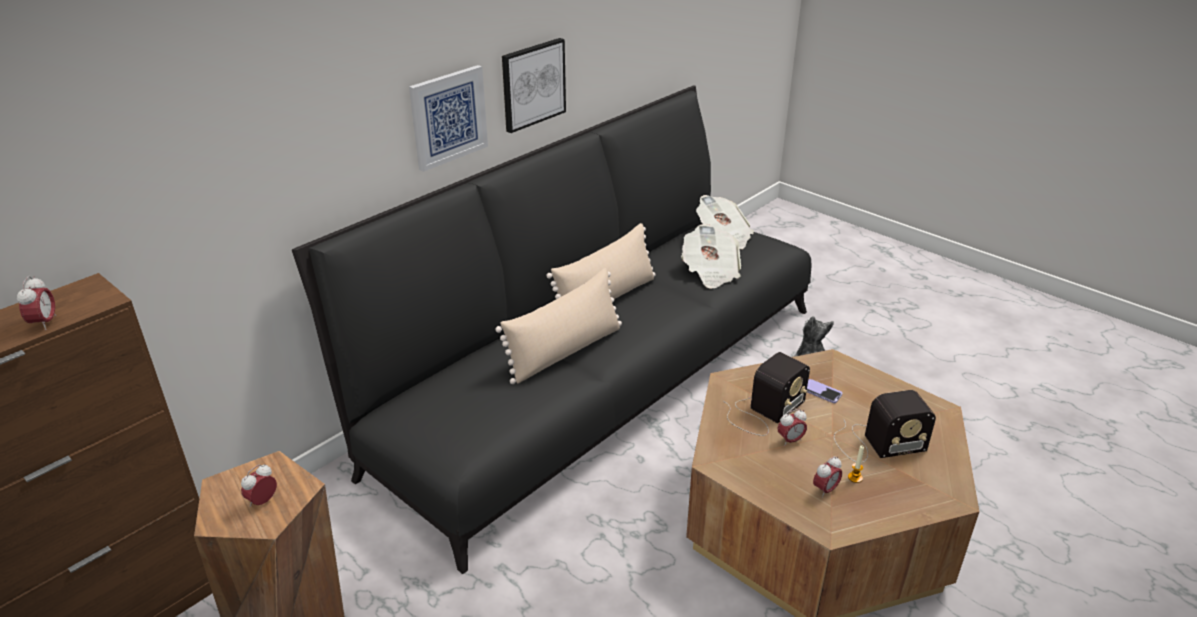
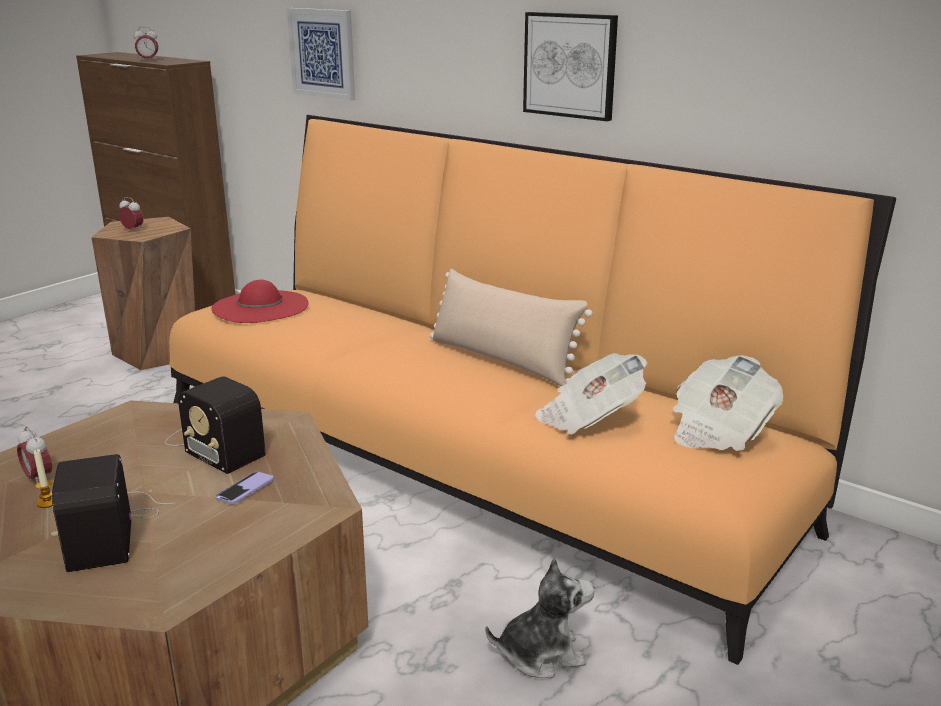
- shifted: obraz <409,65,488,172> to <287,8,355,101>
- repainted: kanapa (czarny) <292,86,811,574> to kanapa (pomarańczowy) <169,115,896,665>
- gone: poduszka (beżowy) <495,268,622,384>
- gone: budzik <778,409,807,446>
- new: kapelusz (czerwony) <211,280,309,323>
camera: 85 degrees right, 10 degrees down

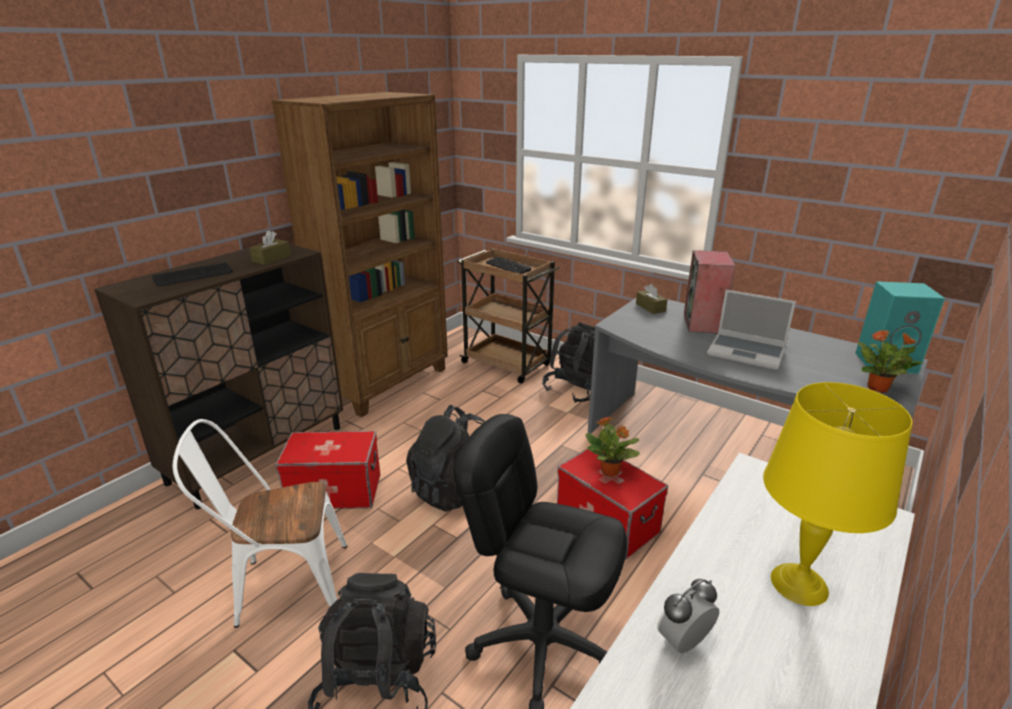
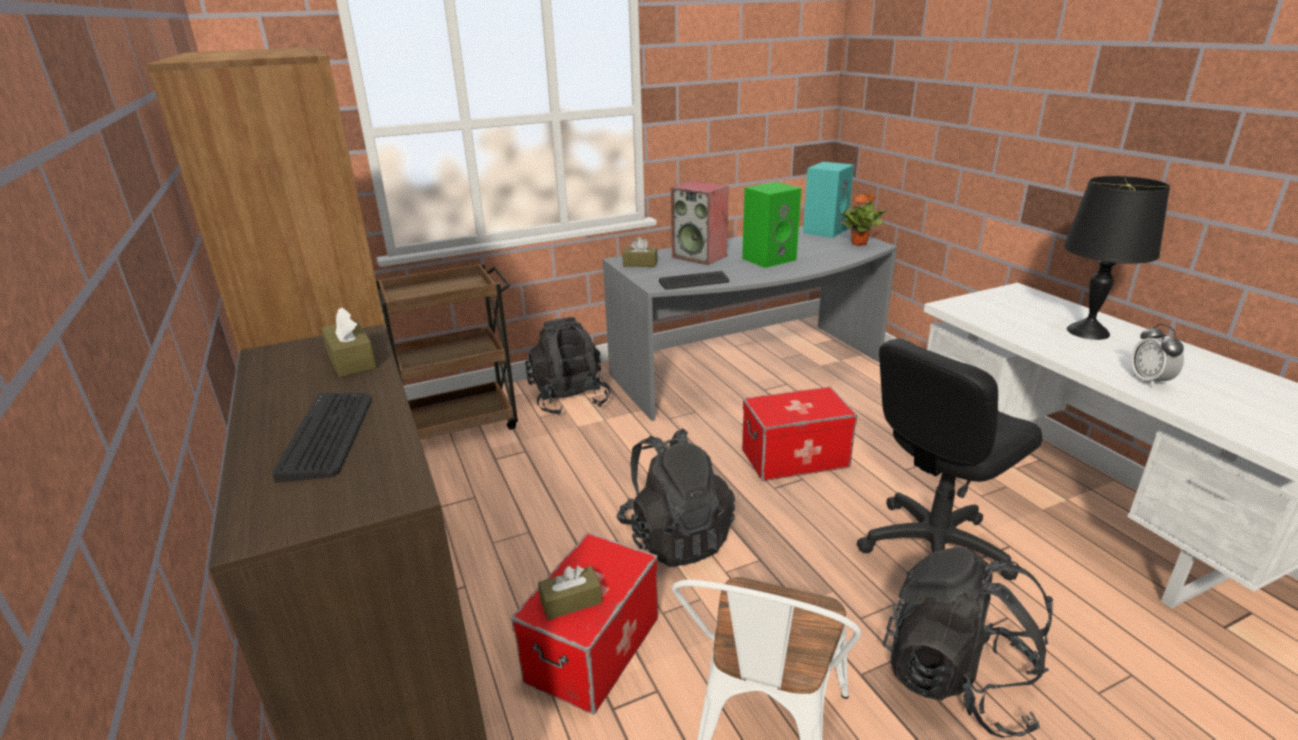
- shifted: klawiatura <486,257,531,274> to <659,271,729,290>
- swapped: laptop <707,290,796,370> to głośnik (zielony) <742,182,802,268>
- repainted: lampa stołowa (żółty) <763,382,912,606> to lampa stołowa (czarny) <1064,176,1170,340>
- gone: roślina doniczkowa <585,417,640,477>
- new: pudełko chusteczek (brązowy) <538,566,602,620>
camera: 60 degrees left, 0 degrees up

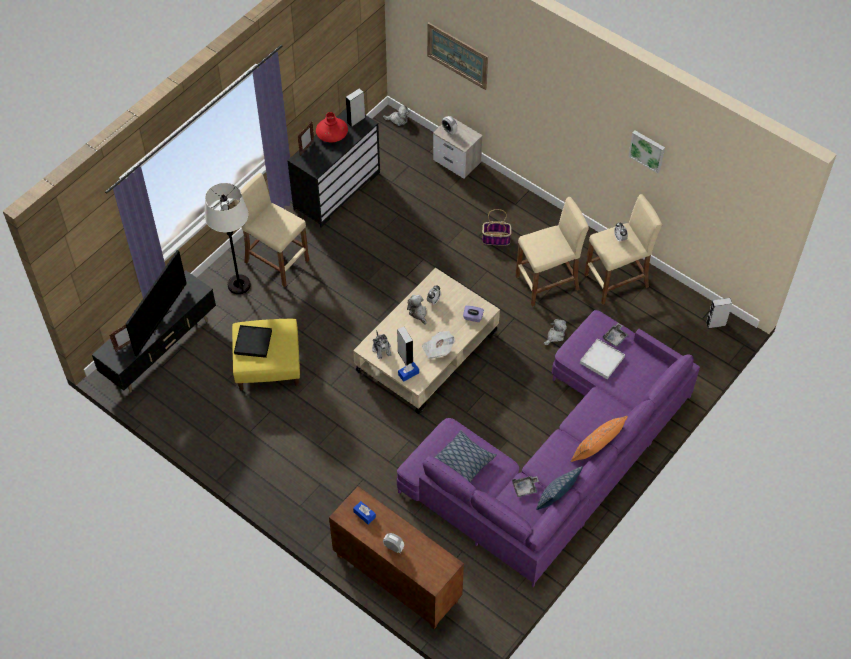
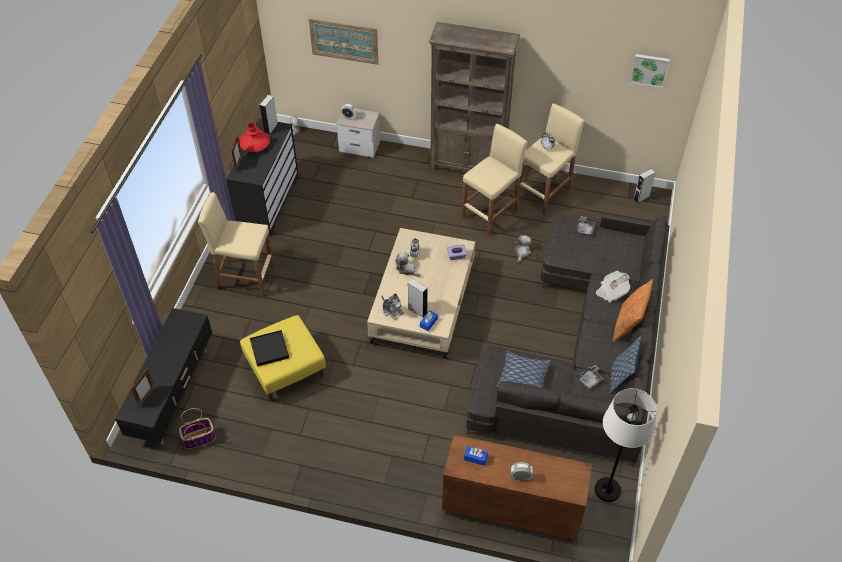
- shifted: obraz <628,131,665,173> to <630,54,670,88>
- shifted: lampa stojąca (biały) <205,183,251,294> to <595,388,657,502>
- shifted: koszyk <482,209,512,246> to <179,408,216,449>
- gone: telewizor <126,250,187,356>
- repainted: kanapa (fioletowy) <397,310,700,587> to kanapa (szary) <466,213,670,467>
- shifted: gazeta <422,331,455,359> to <596,271,630,302>
- gone: taca (biały) <580,339,625,379>
- new: regał (brązowy) <429,22,520,172>
camera: 25 degrees left, 5 degrees down

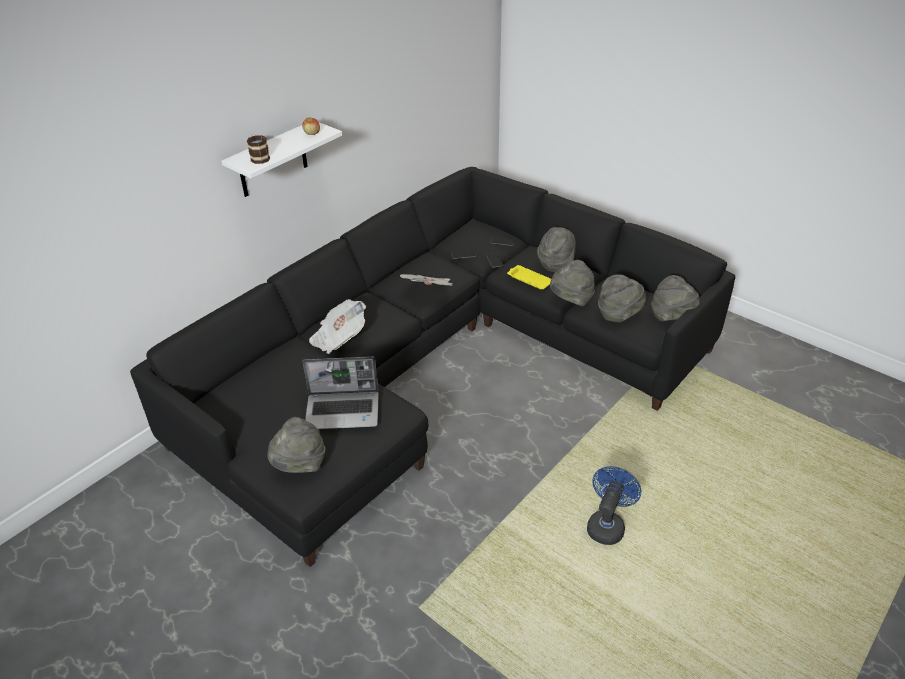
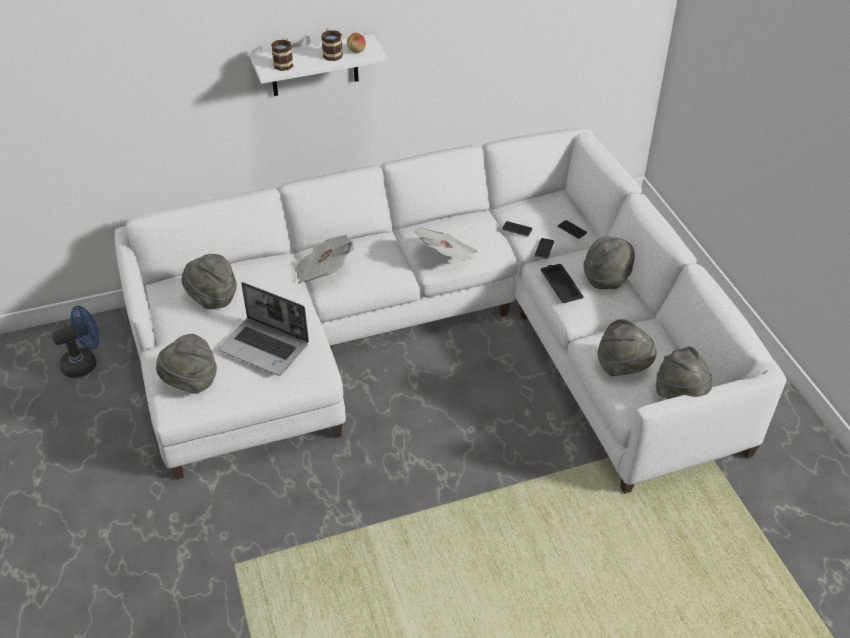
- repainted: kanapa (czarny) <130,167,735,567> to kanapa (biały) <115,128,786,494>
- shifted: kapelusz (szary) <550,260,595,306> to <182,254,237,309>
- repainted: taca (żółty) <507,265,551,289> to taca (czarny) <541,264,584,303>
- shifted: wentylator (niebieski) <587,466,641,545> to <51,306,99,378>
- new: kubek <321,29,343,61>
camera: 30 degrees right, 5 degrees up

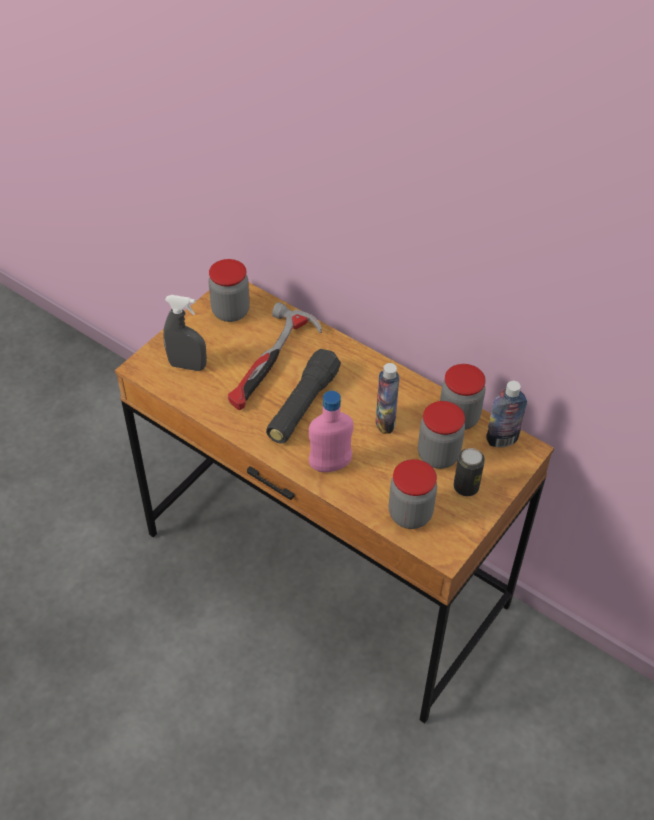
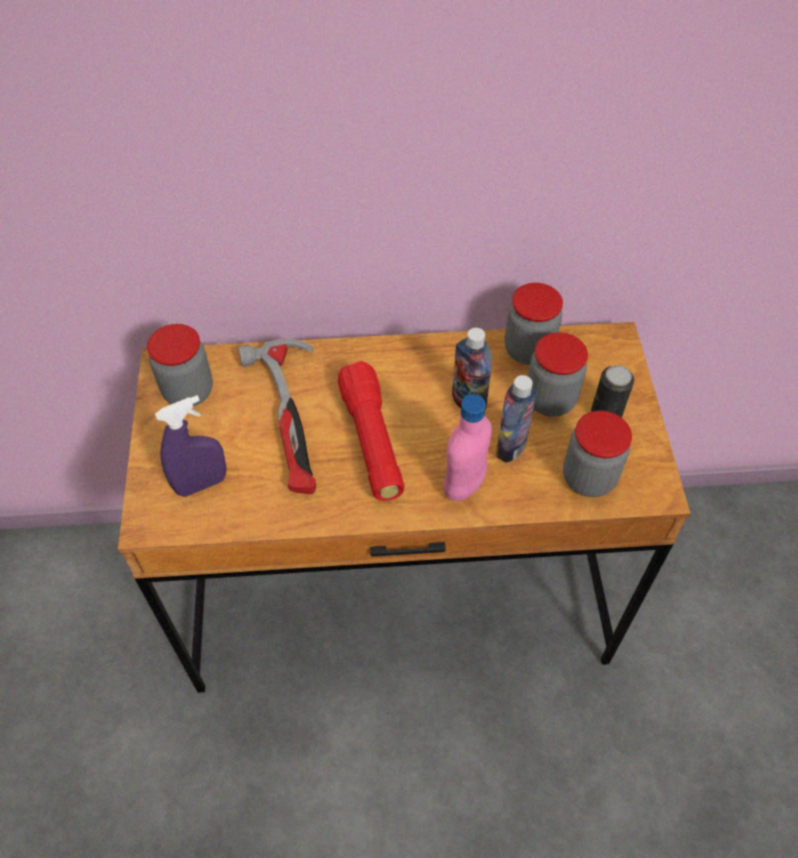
- repainted: spryskiwacz (szary) <163,295,207,371> to spryskiwacz (fioletowy) <155,395,227,497>
- repainted: latarka (czarny) <266,349,341,443> to latarka (czerwony) <337,361,405,501>
- shifted: butelka <486,381,527,447> to <496,375,537,463>
camera: 40 degrees left, 5 degrees up

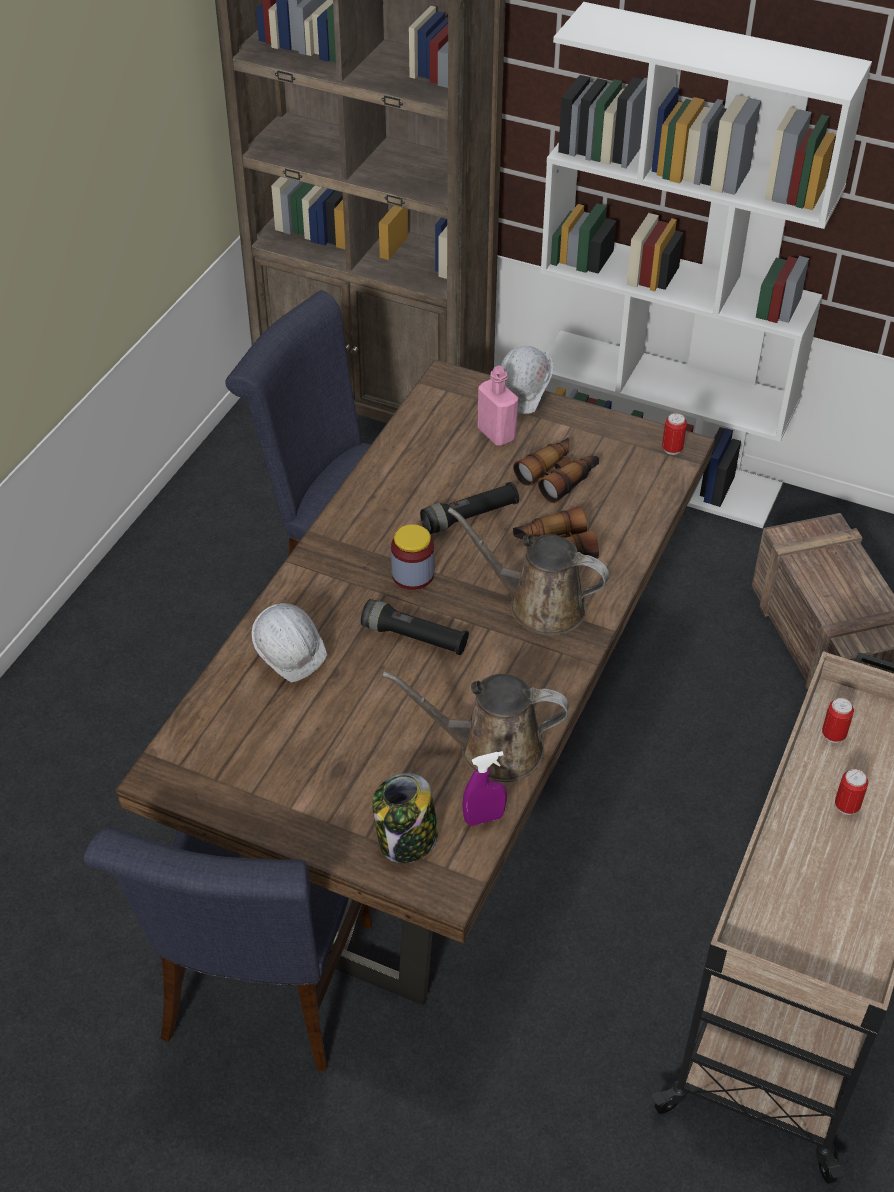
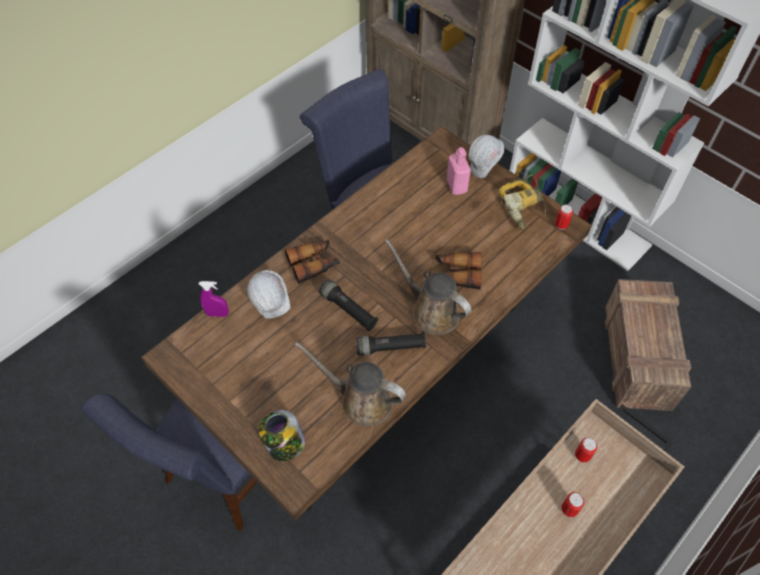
- shifted: lornetka <513,438,599,503> to <285,240,340,284>
- shifted: latarka (czarny) <420,482,519,534> to <356,331,426,355>
- gone: słoik <391,524,434,590>
- shifted: spryskiwacz (fioletowy) <462,751,507,826> to <199,281,229,317>
- new: wiertarka <499,174,546,230>
camera: 20 degrees right, 10 degrees up

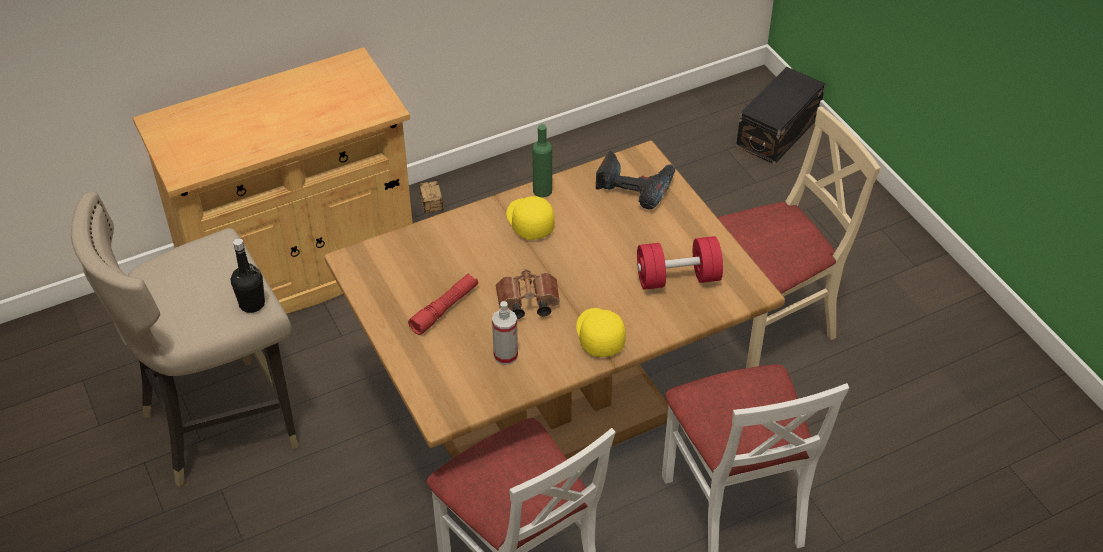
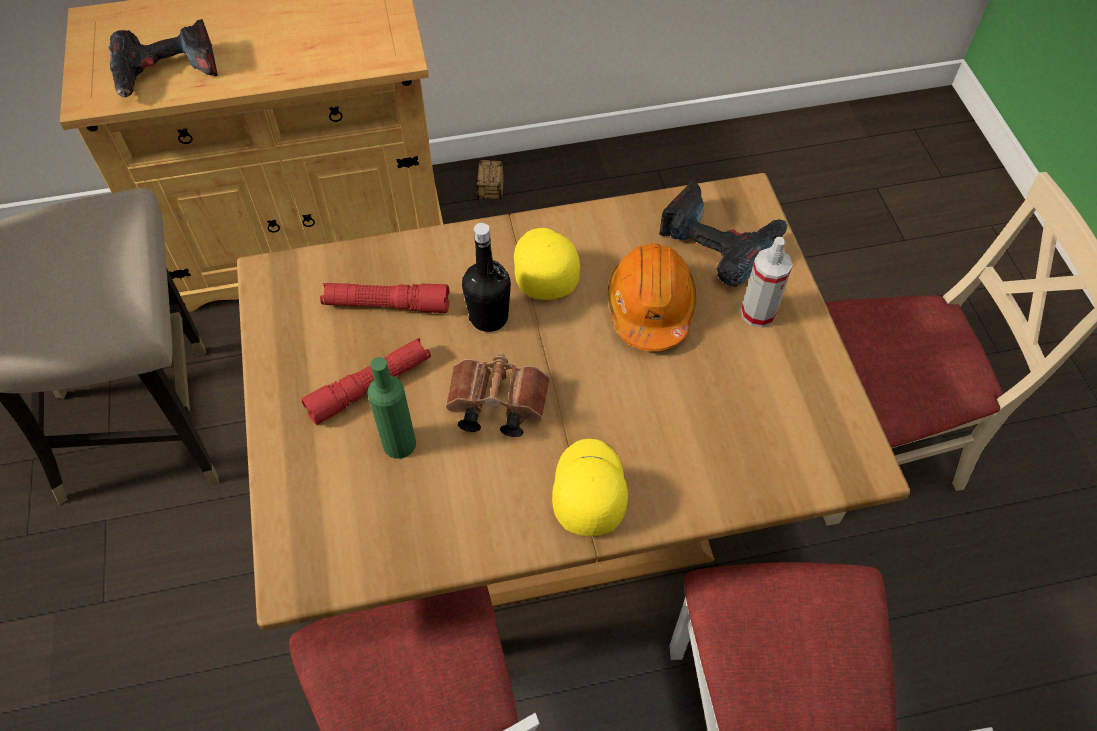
- gone: pojemnik do przechowywania (czarny) <736,67,825,165>
- shifted: butelka (zielony) <532,124,552,197> to <367,357,416,459>
- gone: hantel (czerwony) <637,236,723,290>
- shifted: butelka (czarny) <231,238,265,313> to <462,223,511,332>
- shifted: spryskiwacz <492,301,518,365> to <741,237,793,328>
- new: wiertarka <109,19,218,97>
- new: kask (pomarańczowy) <608,243,697,351>
- new: latarka (czerwony) <320,283,449,313>
camera: 15 degrees right, 10 degrees up

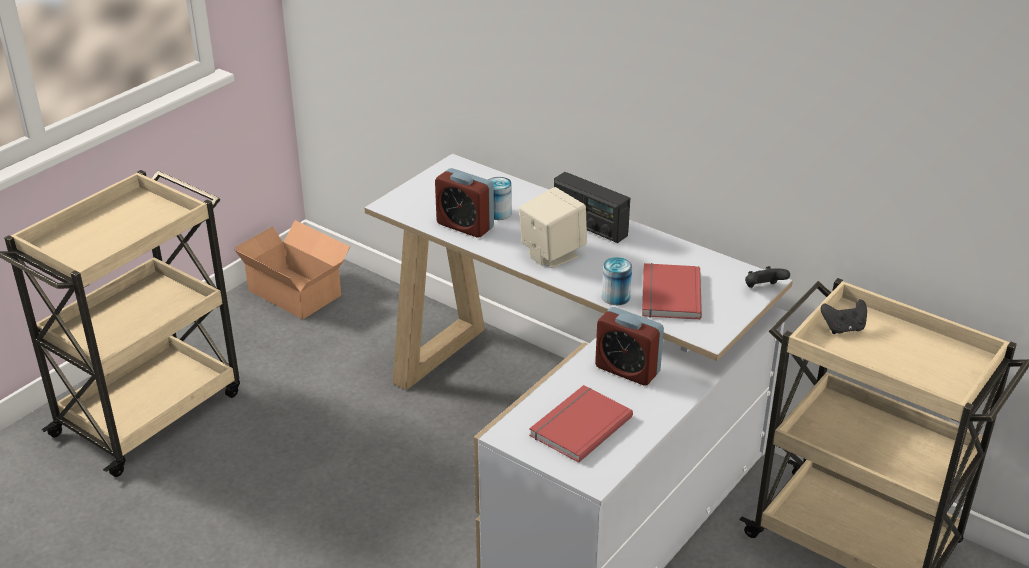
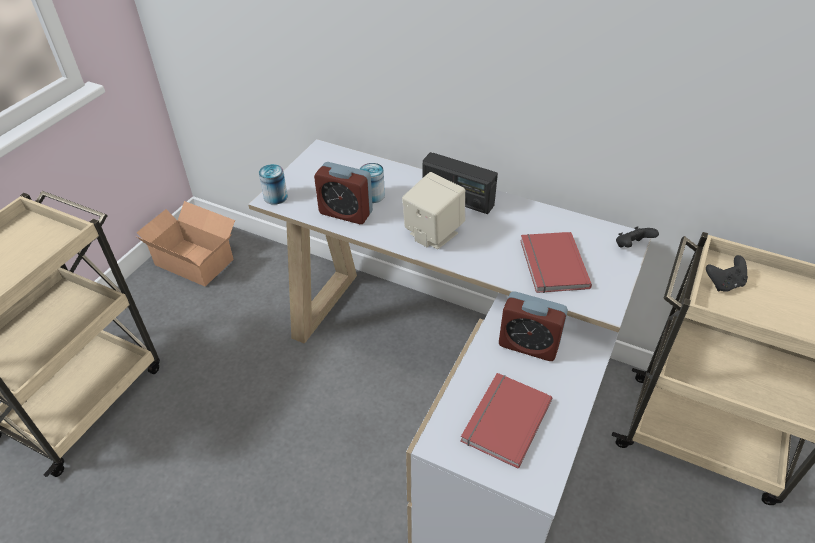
- shifted: puszka <602,257,632,305> to <259,164,288,205>
camera: 10 degrees left, 10 degrees up

